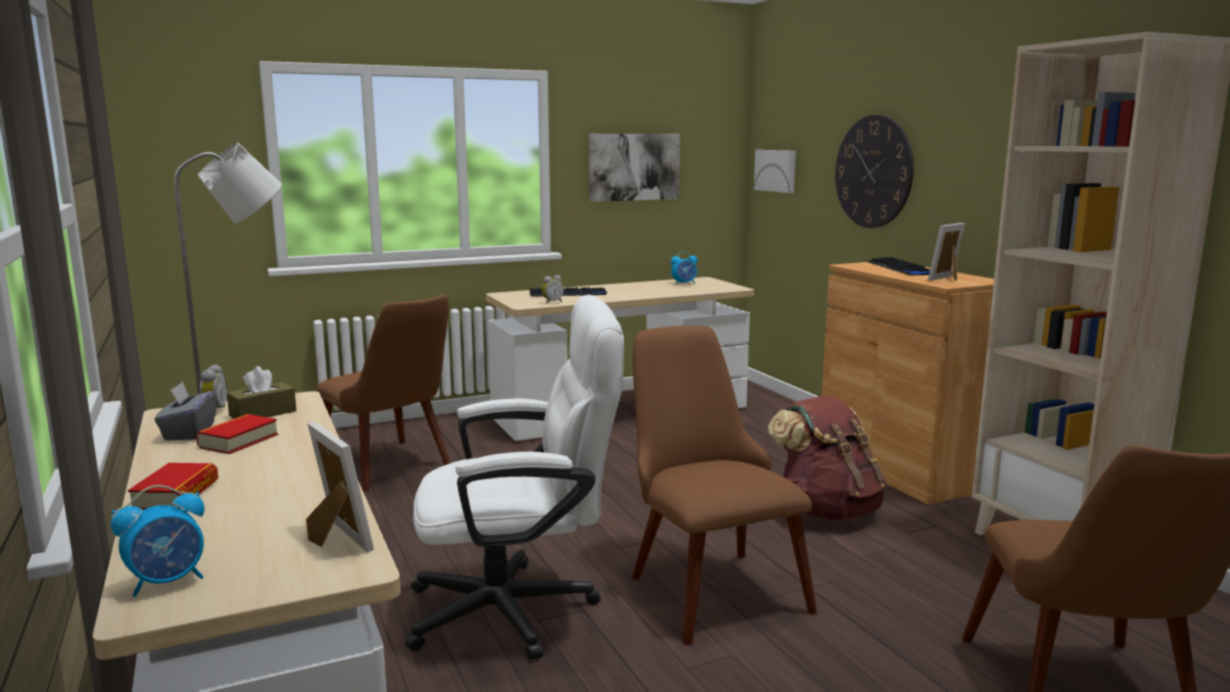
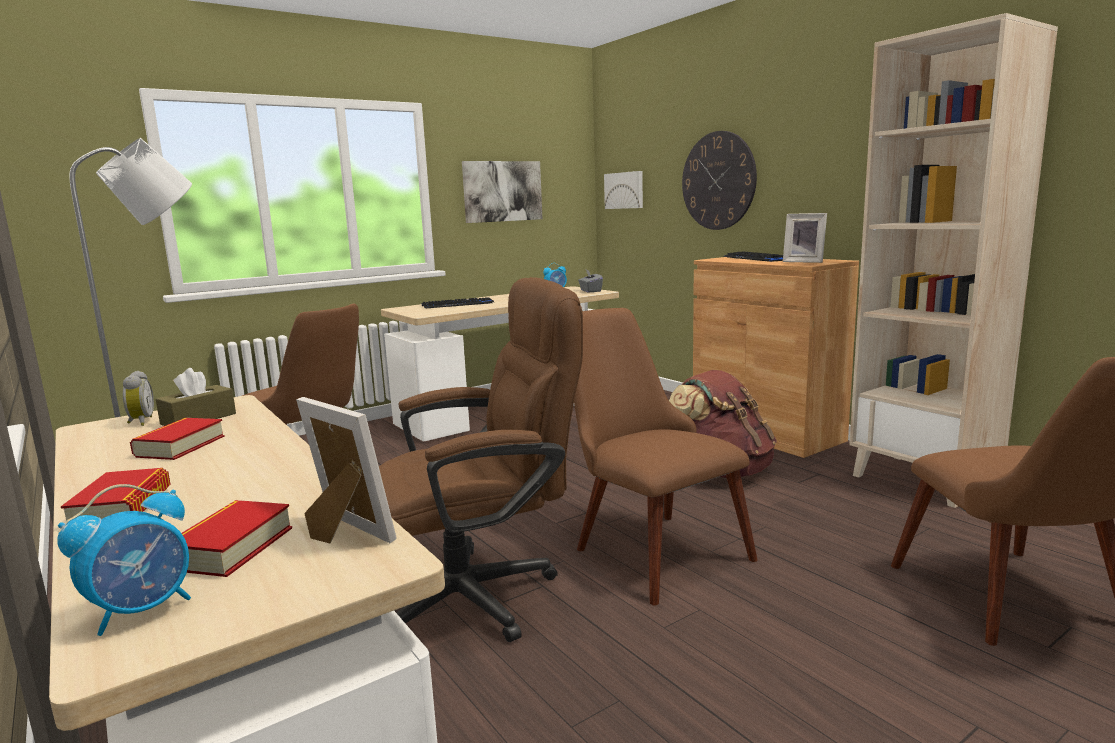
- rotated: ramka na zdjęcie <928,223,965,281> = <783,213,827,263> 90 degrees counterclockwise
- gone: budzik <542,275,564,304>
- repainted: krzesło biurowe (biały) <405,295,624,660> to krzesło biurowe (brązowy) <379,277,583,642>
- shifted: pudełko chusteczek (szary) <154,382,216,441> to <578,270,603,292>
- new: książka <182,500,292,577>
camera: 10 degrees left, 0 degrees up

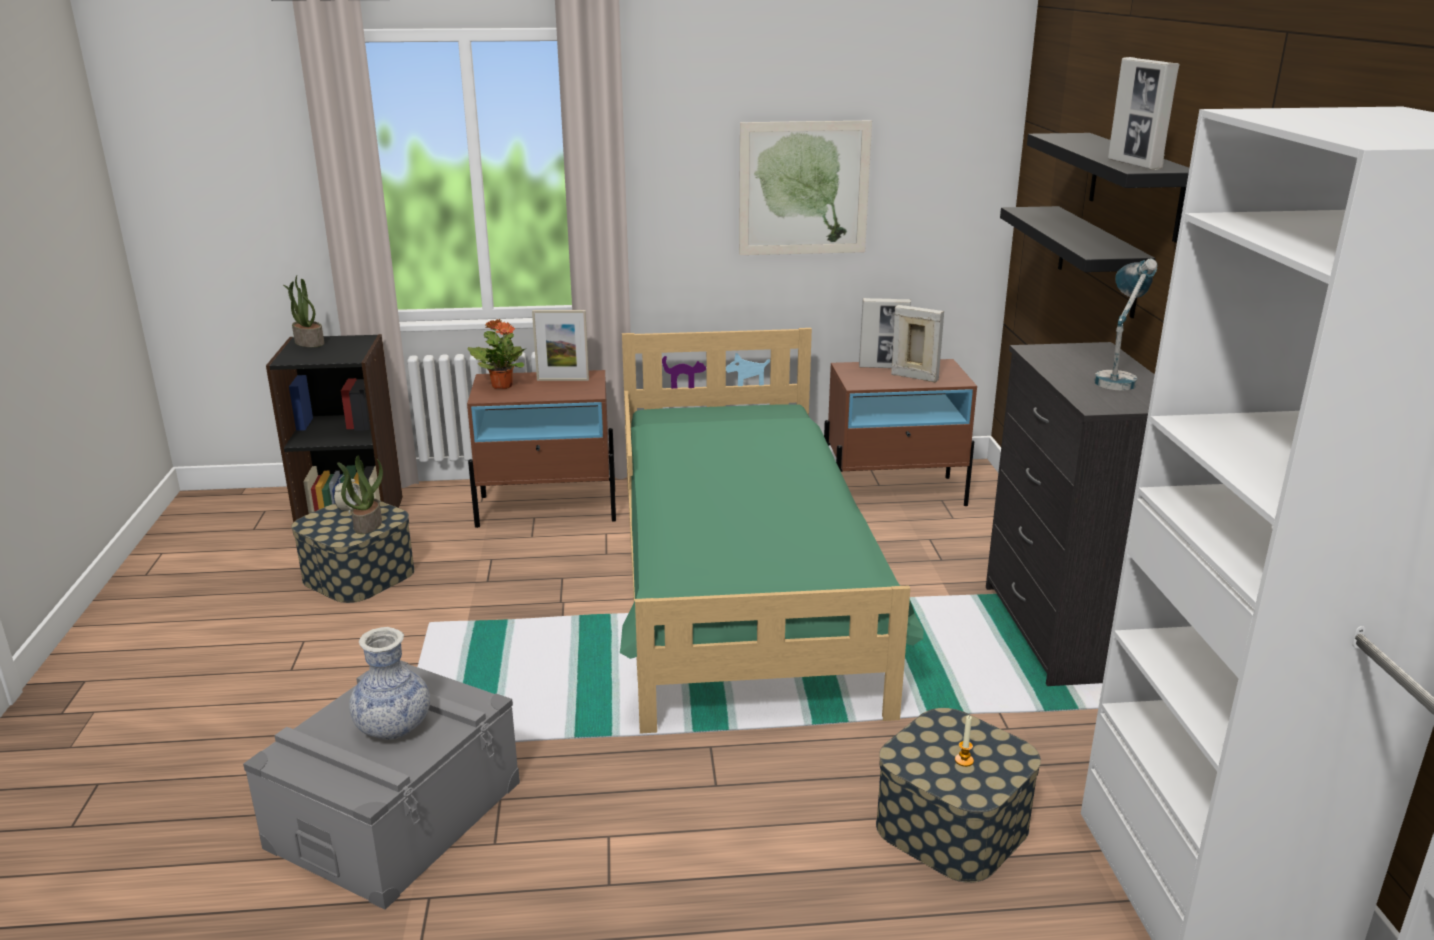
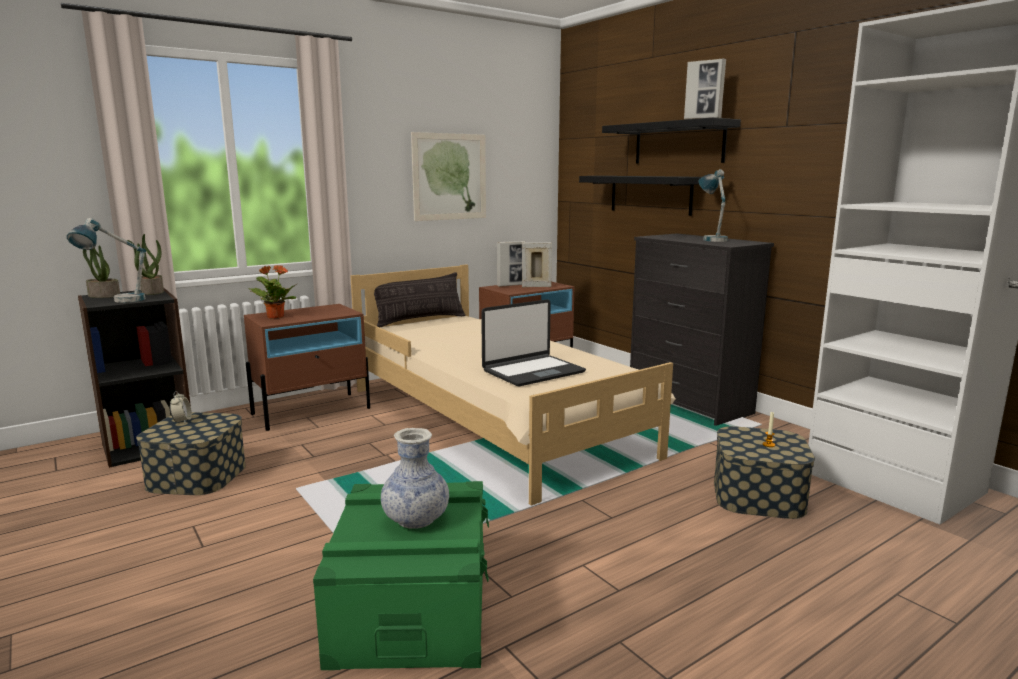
- gone: ramka na zdjęcie <532,310,589,381>
- repainted: łóżko (zielony) <620,328,924,734> to łóżko (beżowy) <350,264,675,506>
- shifted: roślina doniczkowa <337,455,383,534> to <127,234,164,295>
- repainted: pojemnik do przechowywania (szary) <243,660,520,910> to pojemnik do przechowywania (zielony) <313,481,489,670>
- new: lampa stołowa <67,218,146,303>
- new: poduszka <374,272,465,327>
- new: laptop <481,299,586,386>
camera: 30 degrees left, 10 degrees down

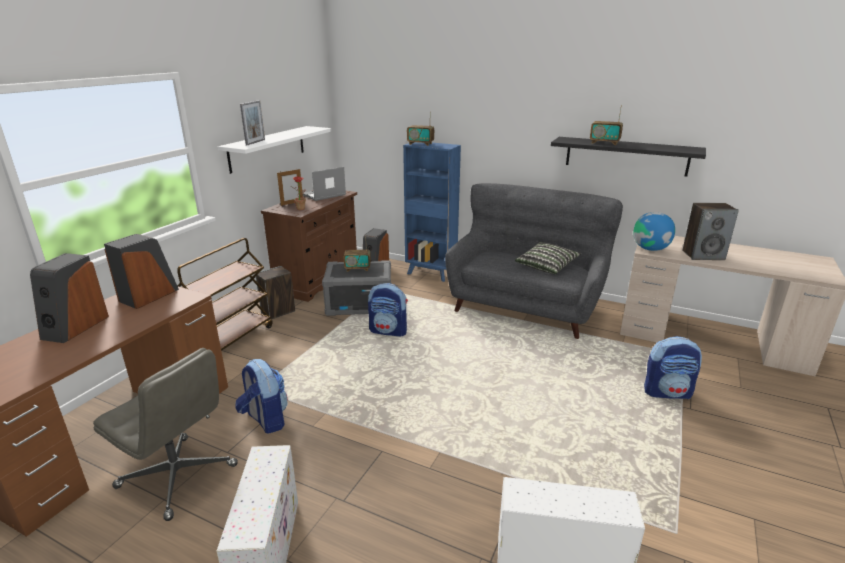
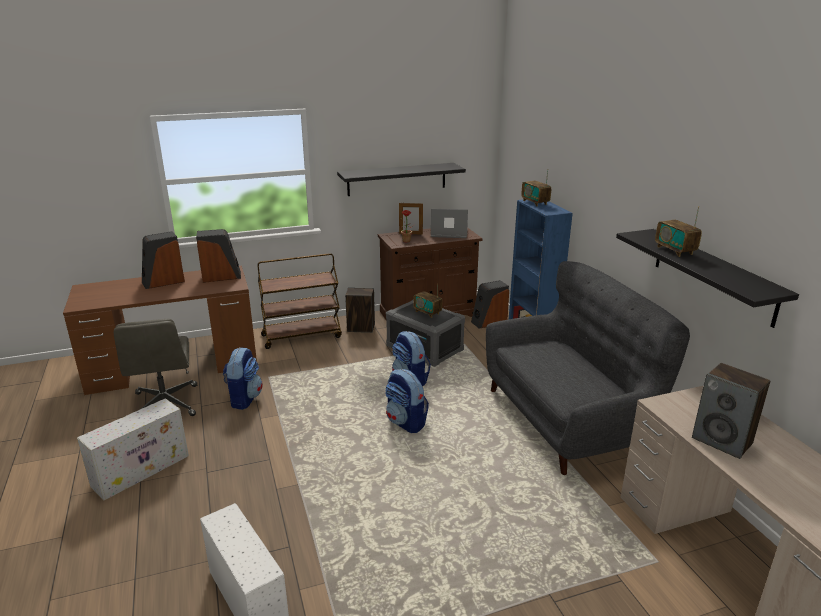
- gone: ramka na zdjęcie <240,100,265,145>
- repainted: półka (biały) <217,126,331,174> to półka (czarny) <337,163,466,196>
- gone: globus <633,212,675,251>
- gone: poduszka <515,242,581,274>
- shifted: plecak <644,336,702,399> to <385,369,429,433>
camera: 45 degrees right, 0 degrees up

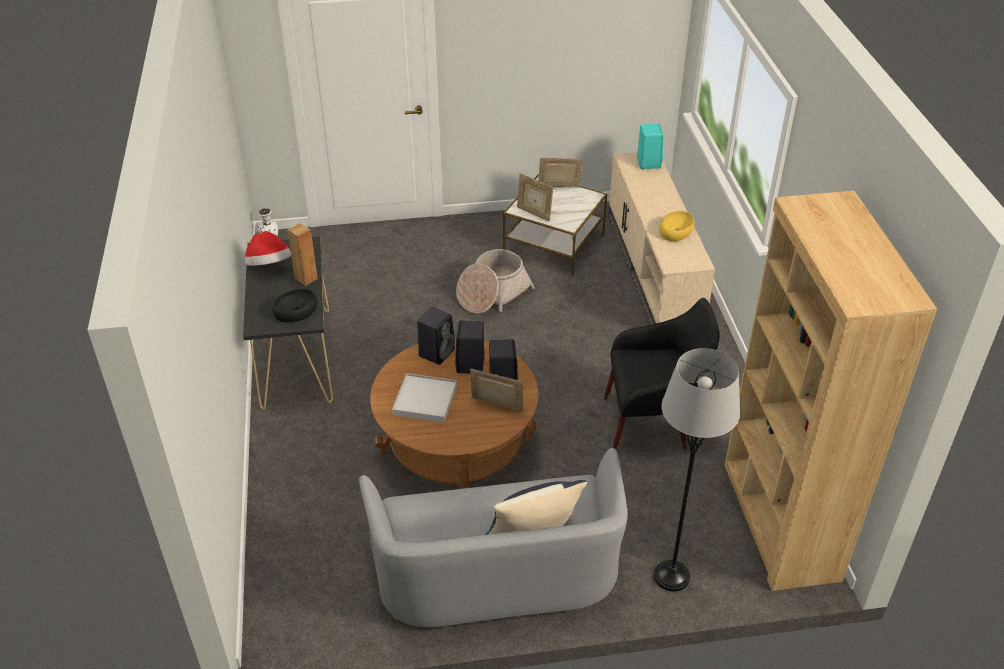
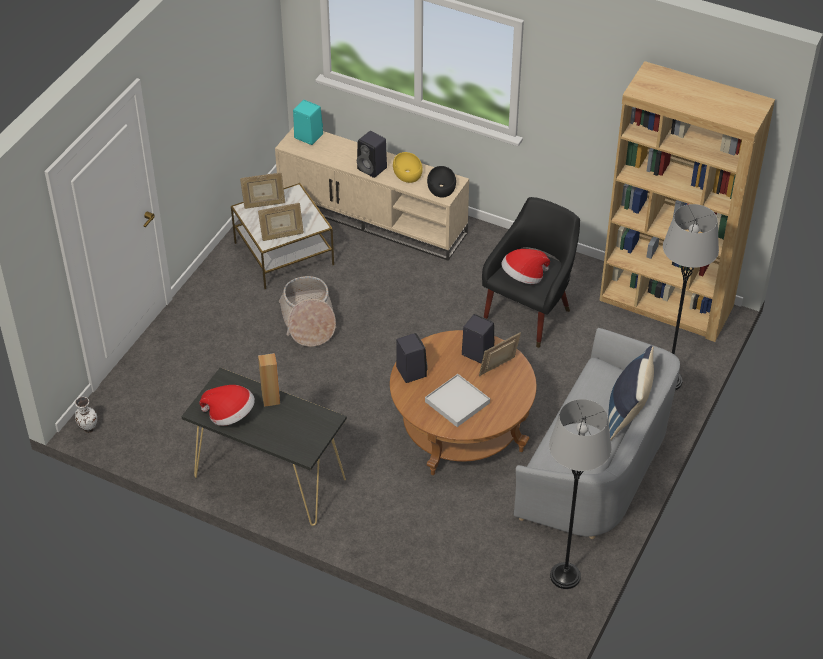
- rotated: ramka na zdjęcie <538,158,583,188> = <240,173,285,209> 135 degrees counterclockwise
- shifted: miska (czarny) <272,289,318,323> to <427,166,456,198>
- shifted: głośnik (czarny) <455,320,485,374> to <357,131,387,178>
- new: kapelusz <502,249,550,284>
- new: lampa stojąca (szary) <549,399,612,589>
camera: 55 degrees left, 5 degrees up

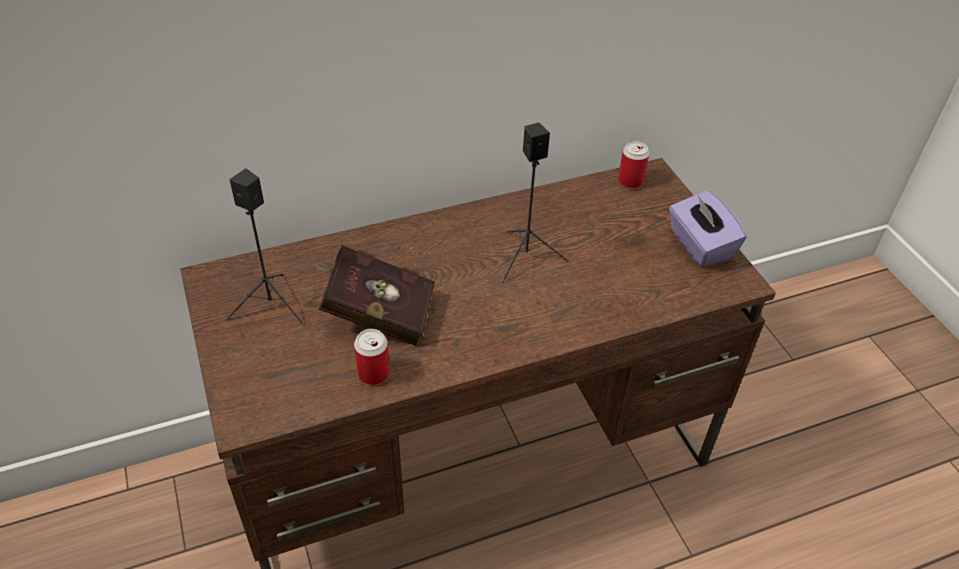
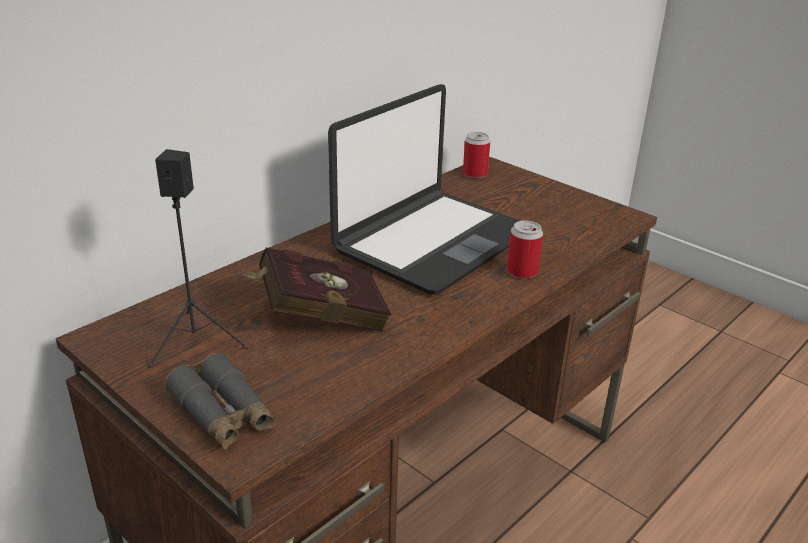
- swapped: głośnik (czarny) <502,122,569,283> to laptop <328,84,520,295>
- gone: pudełko chusteczek (fioletowy) <669,190,747,267>
- shifted: puszka <354,329,390,385> to <507,220,543,279>
- new: lornetka (szary) <165,353,275,449>
camera: 25 degrees left, 15 degrees down

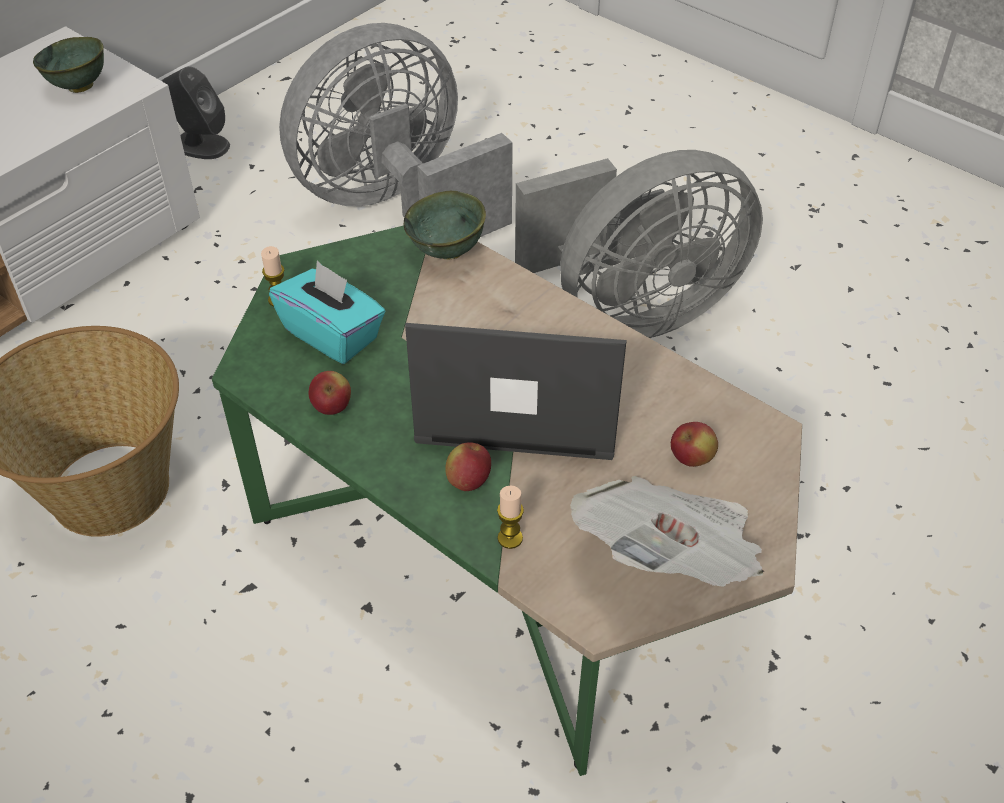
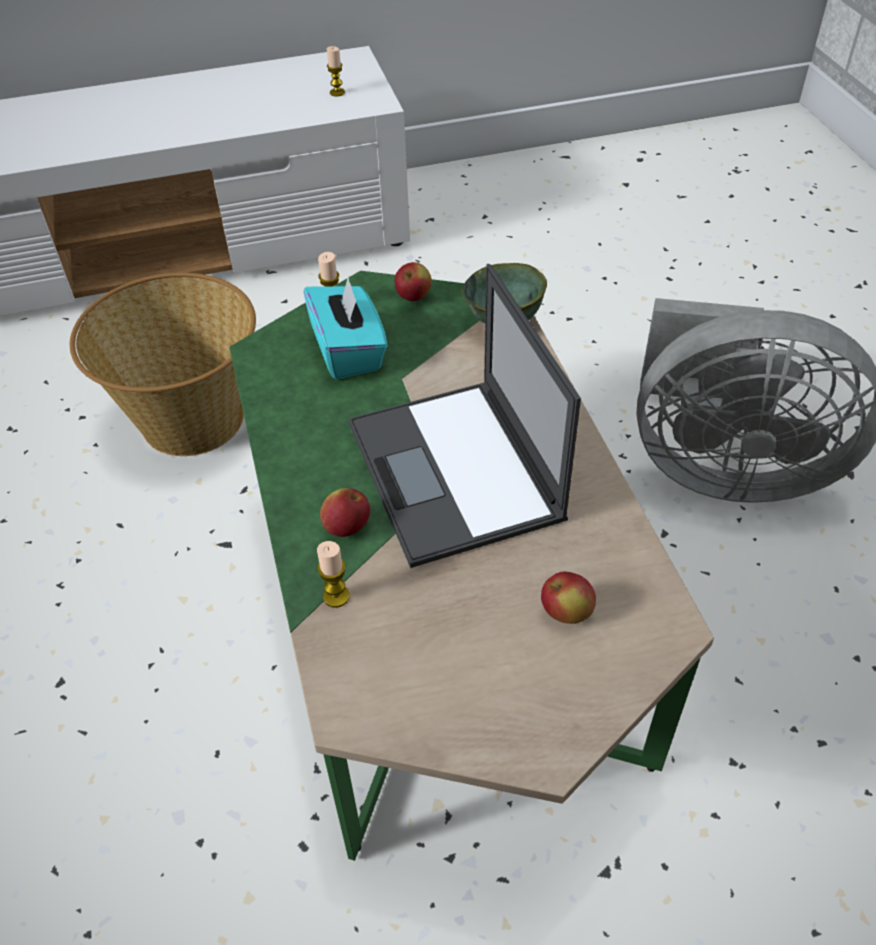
- gone: wentylator (szary) <279,23,513,237>
- swapped: miska (zielony) <33,37,104,93> to świeca <327,46,345,97>
- gone: głośnik (szary) <162,66,230,159>
- rotated: laptop <405,323,627,460> = <349,264,581,568> 150 degrees counterclockwise
- shifted: jabłko <309,371,351,415> to <394,262,432,301>
- gone: gazeta <570,476,764,587>
camera: 35 degrees right, 0 degrees up

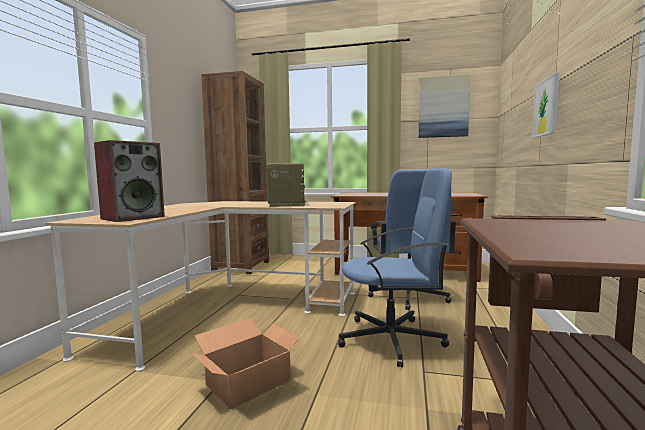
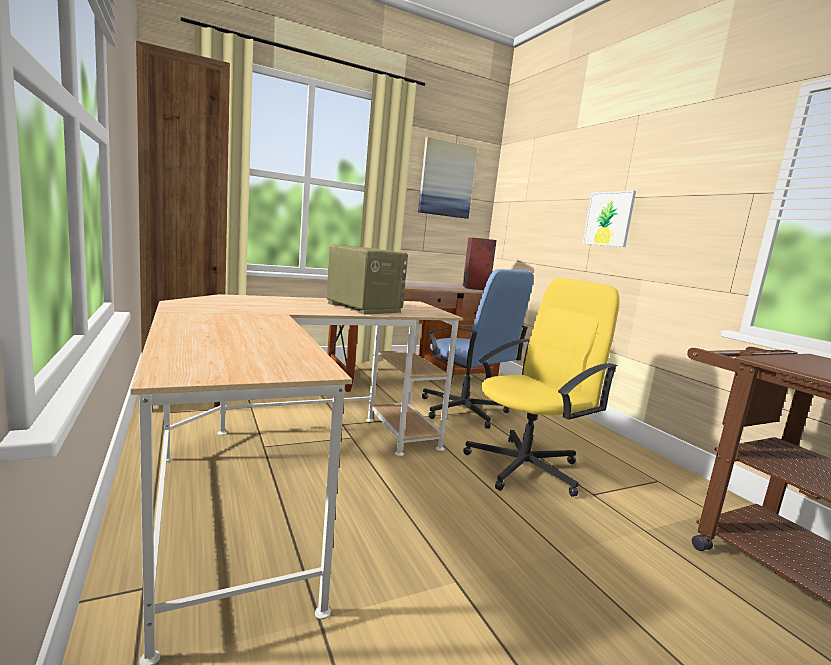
- shifted: głośnik <94,140,165,222> to <463,237,497,290>
- repainted: krzesło biurowe (niebieski) <338,168,452,367> to krzesło biurowe (żółty) <463,278,620,497>
- gone: karton <190,318,301,409>
camera: 40 degrees left, 5 degrees up

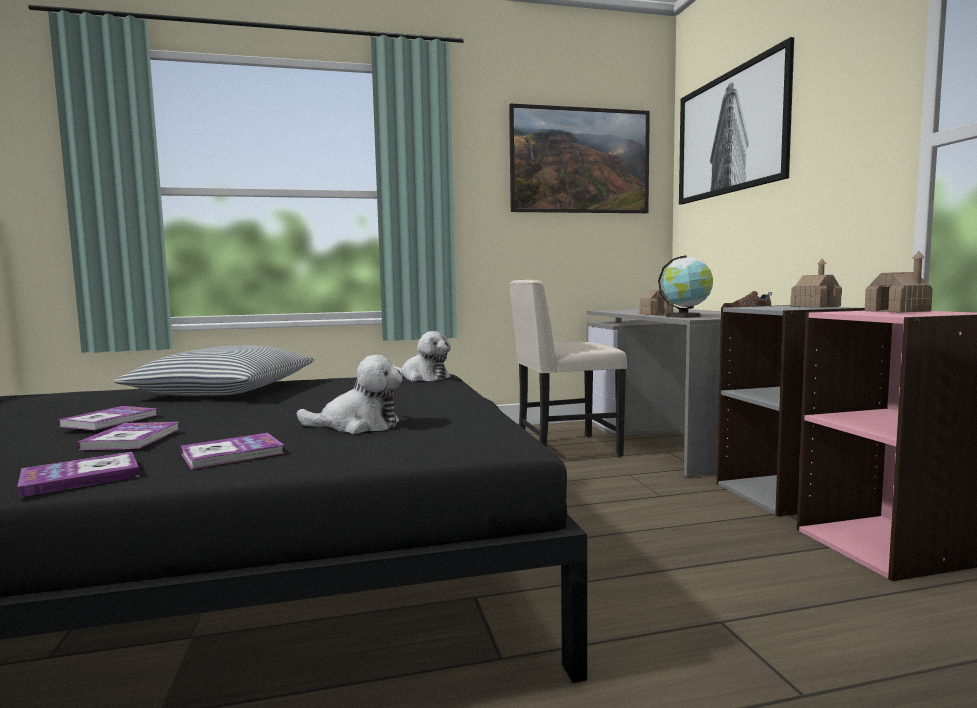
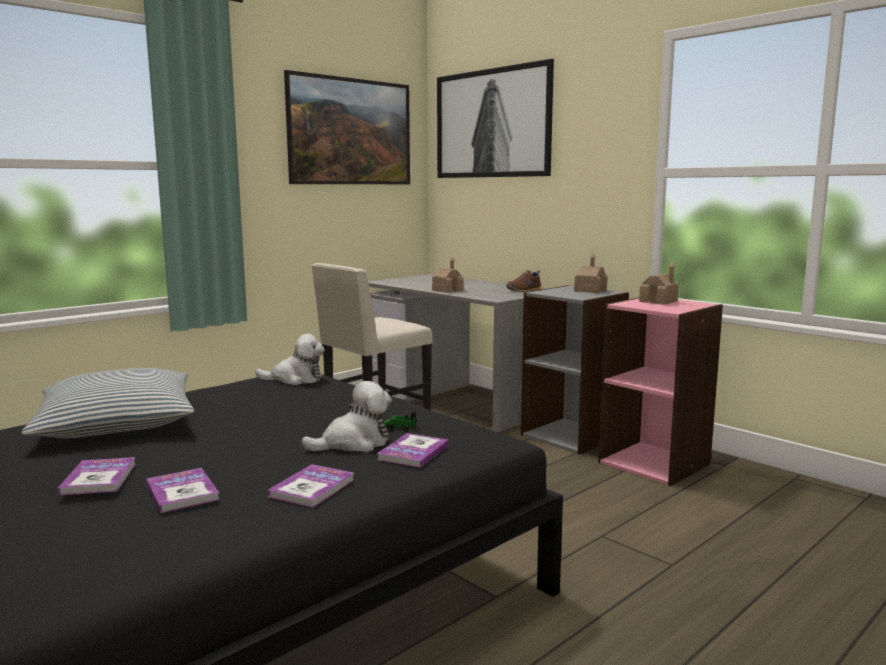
- gone: globus <658,255,713,318>
- shifted: książka <17,452,139,498> to <377,433,449,468>
- new: samochodzik <384,410,417,432>
camera: 30 degrees left, 5 degrees up

